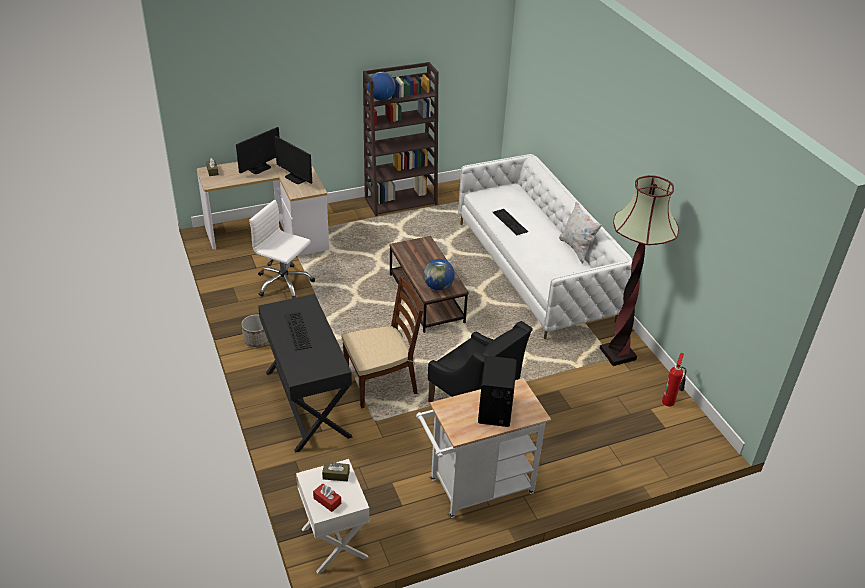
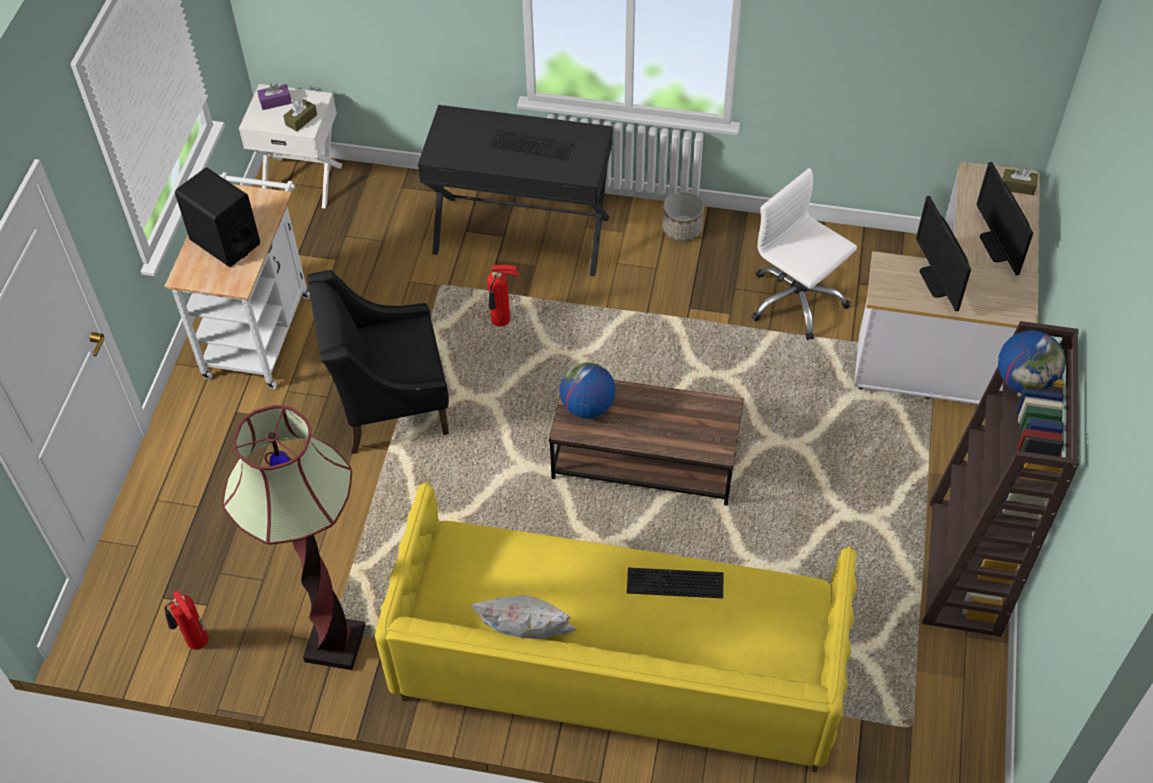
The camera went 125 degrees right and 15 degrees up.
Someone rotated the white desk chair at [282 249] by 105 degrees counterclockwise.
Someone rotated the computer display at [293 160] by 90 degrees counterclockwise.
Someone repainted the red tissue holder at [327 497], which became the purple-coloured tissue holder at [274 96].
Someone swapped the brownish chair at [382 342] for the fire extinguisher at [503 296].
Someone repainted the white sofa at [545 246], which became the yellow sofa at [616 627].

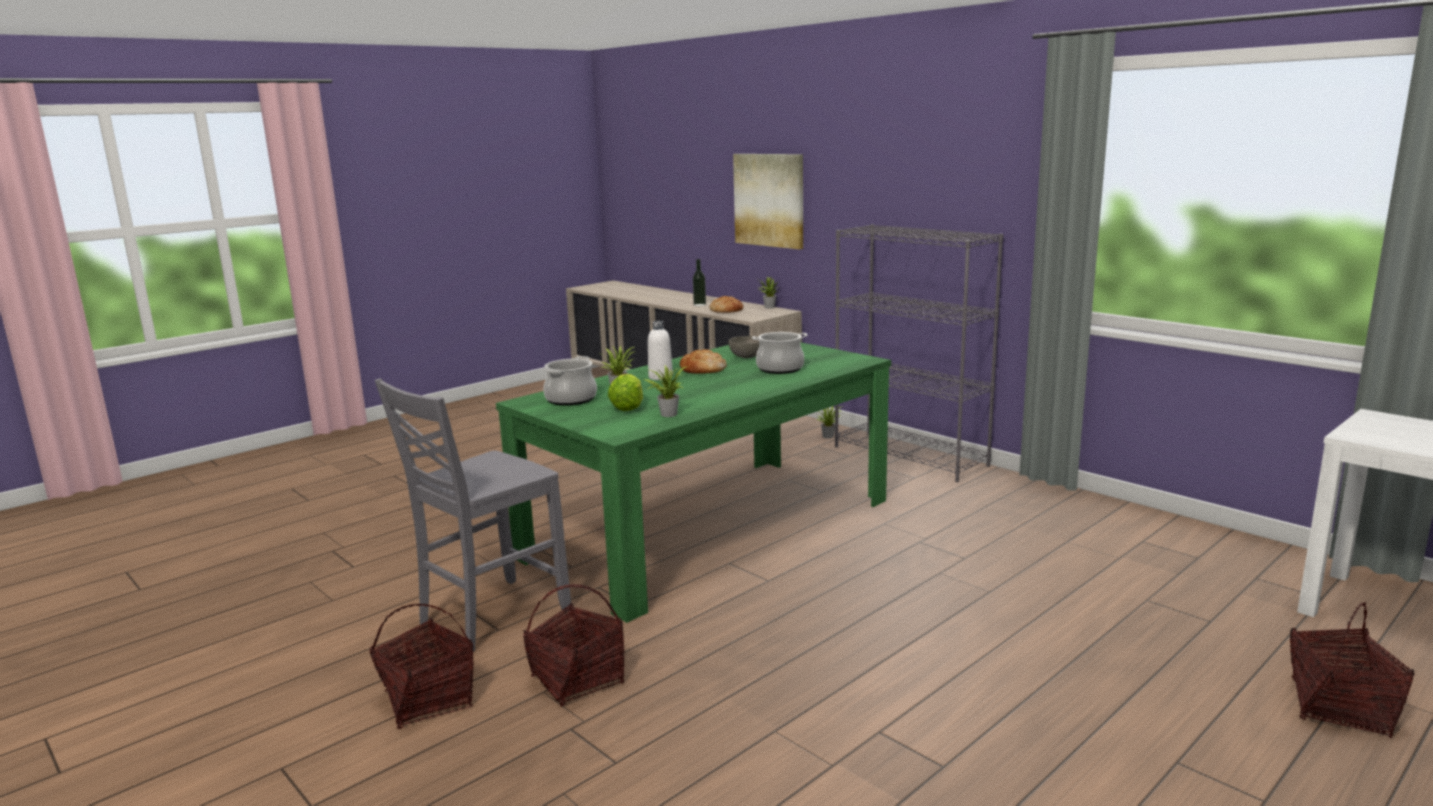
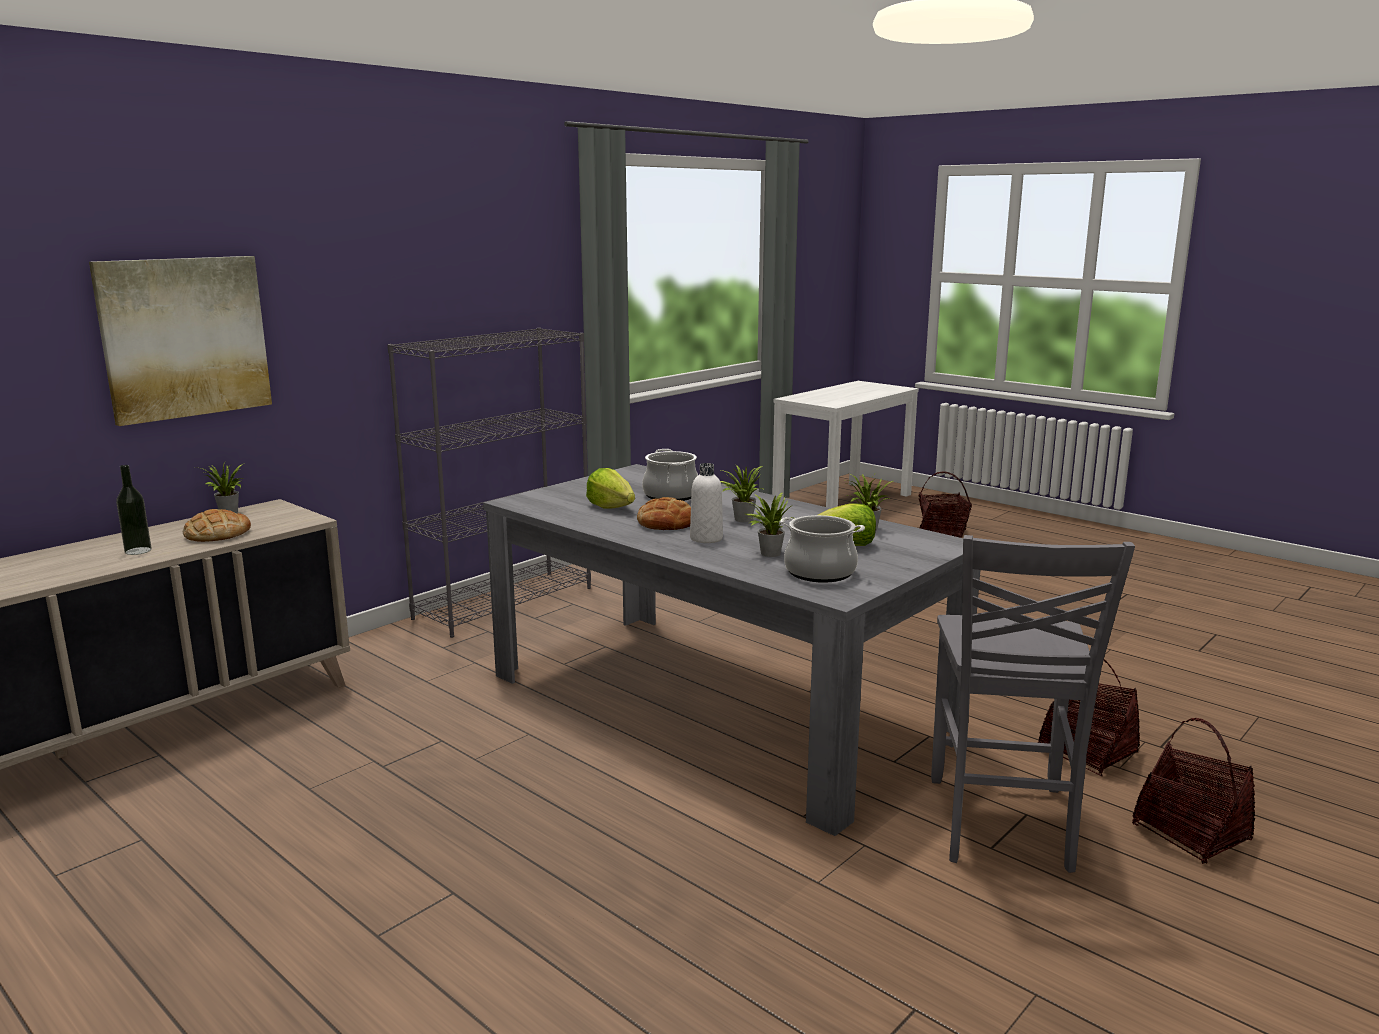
The camera went 95 degrees left and 0 degrees up.
Someone rotated the gray chair at [473 515] by 60 degrees clockwise.
Someone repainted the green-coloured dining table at [693 482], which became the gray dining table at [731 650].
Someone swapped the gray serving bowl at [744 347] for the lettuce at [610 488].
Someone carried the houseplant from [830 422] to [741 493].

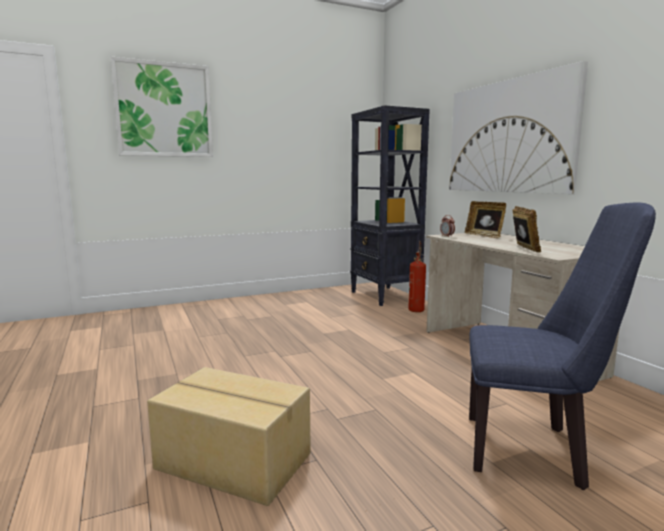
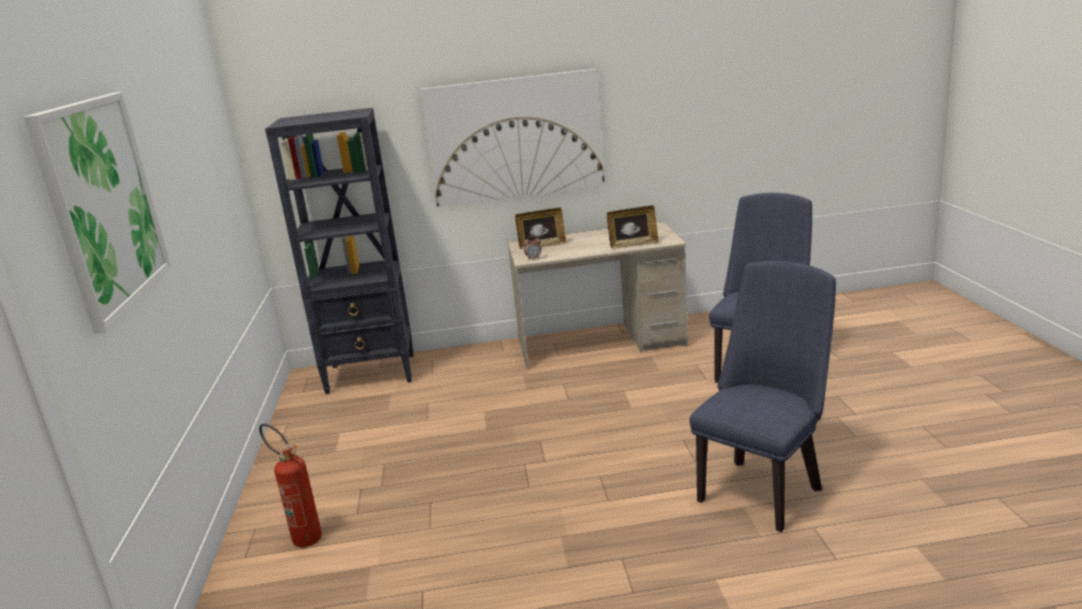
The camera went 70 degrees left and 10 degrees up.
Someone swapped the carton at [229 436] for the blue-coloured chair at [763 396].
Someone carried the fire extinguisher from [417 276] to [290 485].
Someone rotated the standing frame at [526 229] by 150 degrees clockwise.

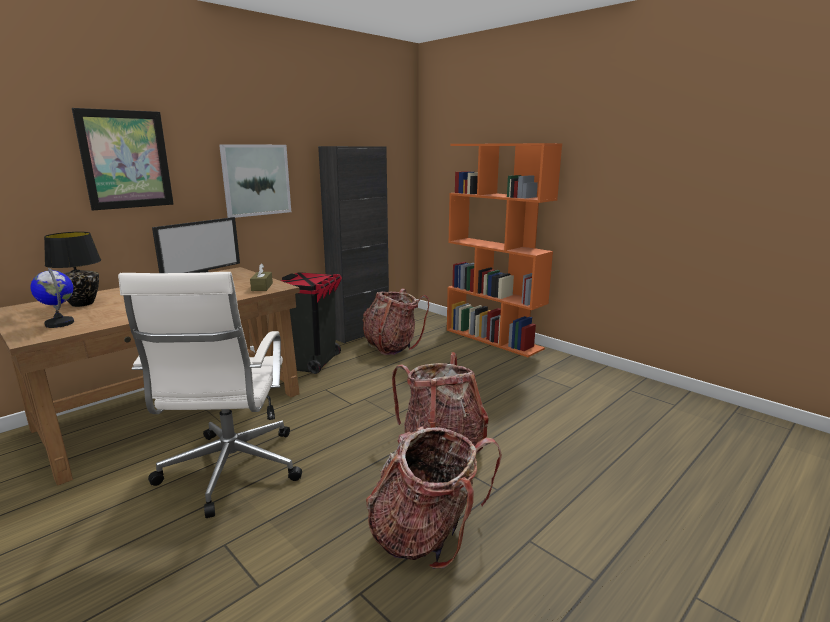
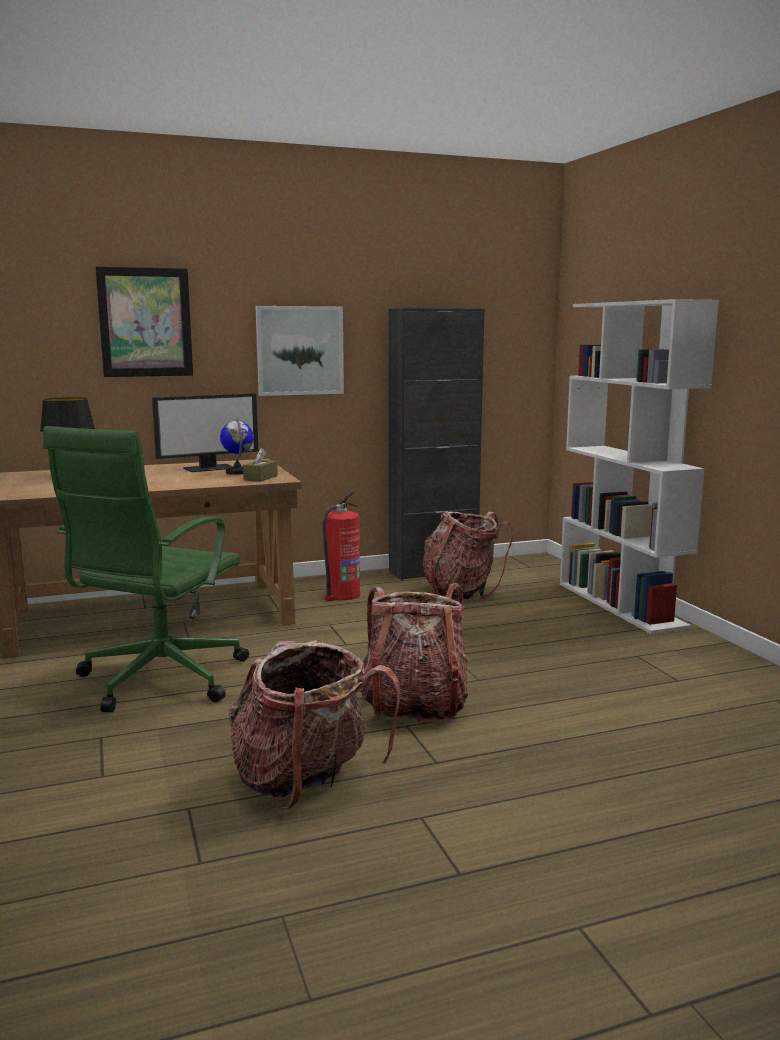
The camera went 25 degrees right and 5 degrees down.
Someone carried the globe from [52 298] to [237 446].
Someone repainted the white desk chair at [210 395], which became the green-coloured desk chair at [146 569].
Someone swapped the black waste bin at [311 323] for the fire extinguisher at [342 546].
Someone repainted the orange-coloured shelving unit at [504 250], which became the white shelving unit at [639 466].

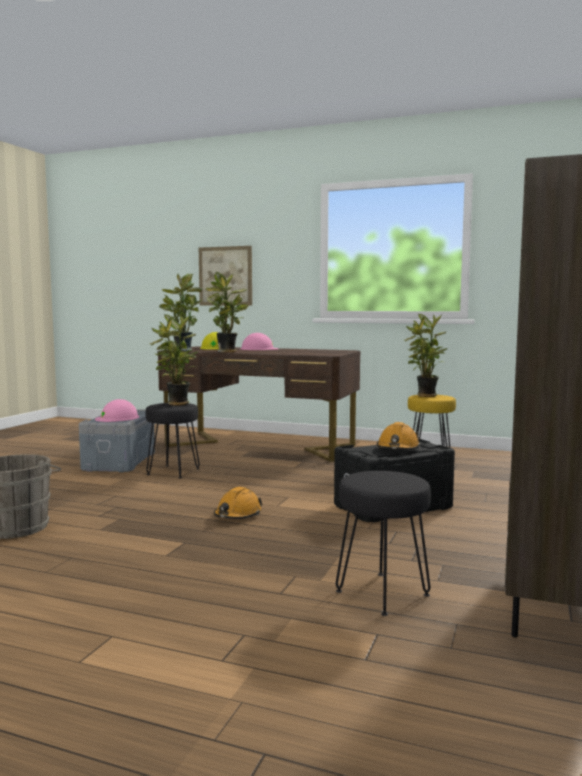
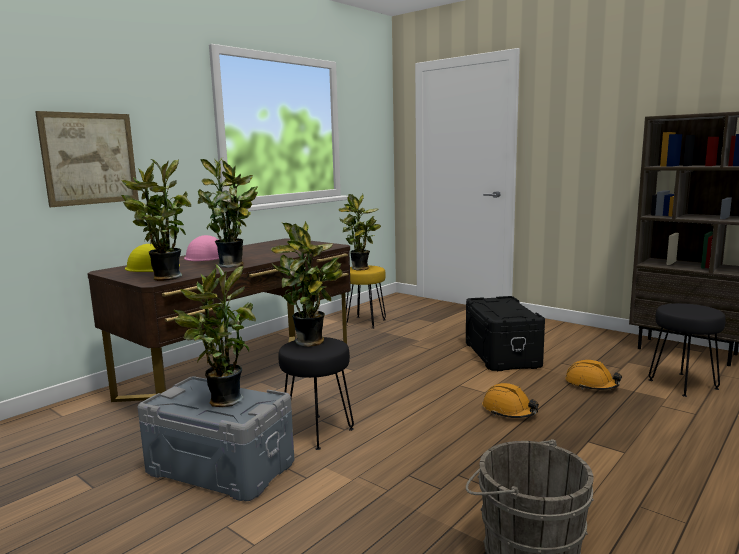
The camera went 70 degrees left and 5 degrees up.
Someone swapped the pinkish hard hat at [117 410] for the houseplant at [214 335].
Someone carried the orange-coloured hard hat from [398 436] to [593 375].

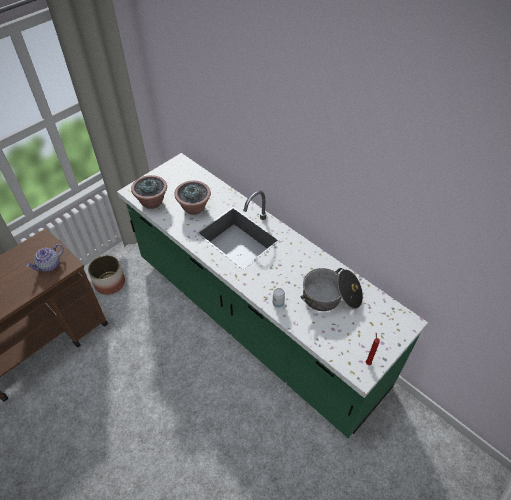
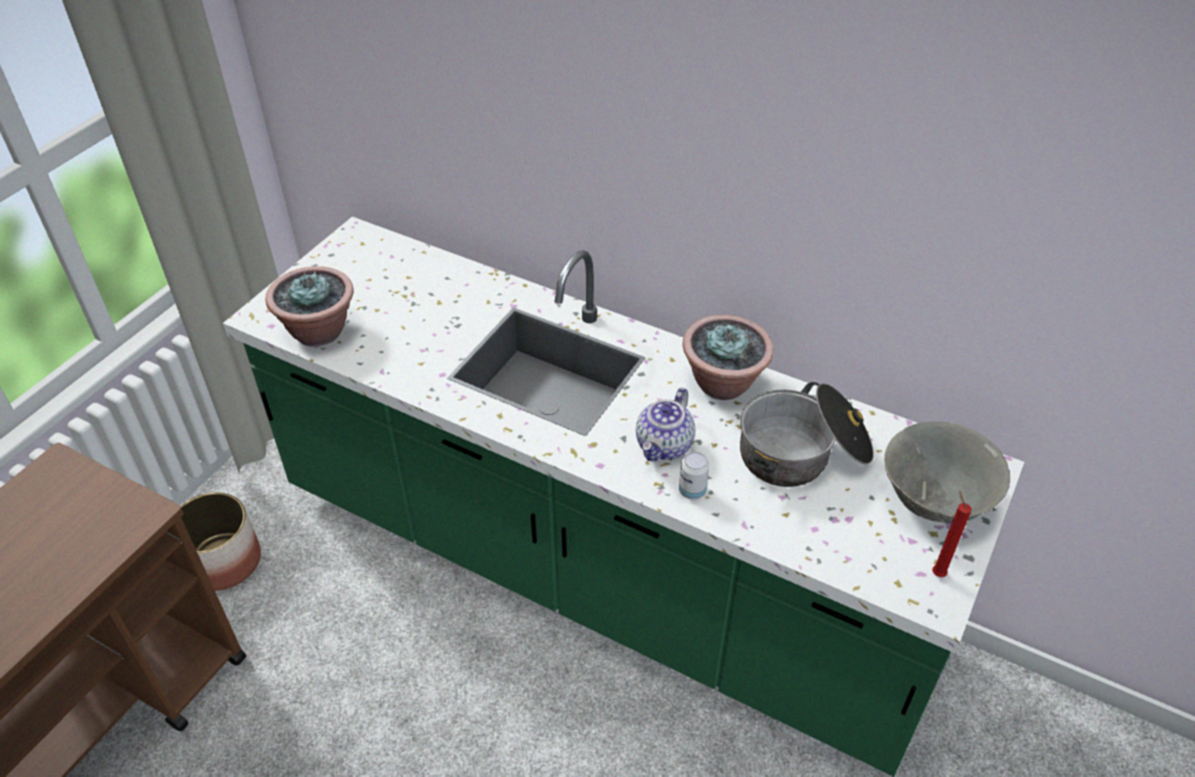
The camera went 15 degrees left and 5 degrees down.
Someone carried the teapot from [45 258] to [665 424].
Someone carried the houseplant from [192 198] to [727 357].
Someone put down the gray serving bowl at [947 472].

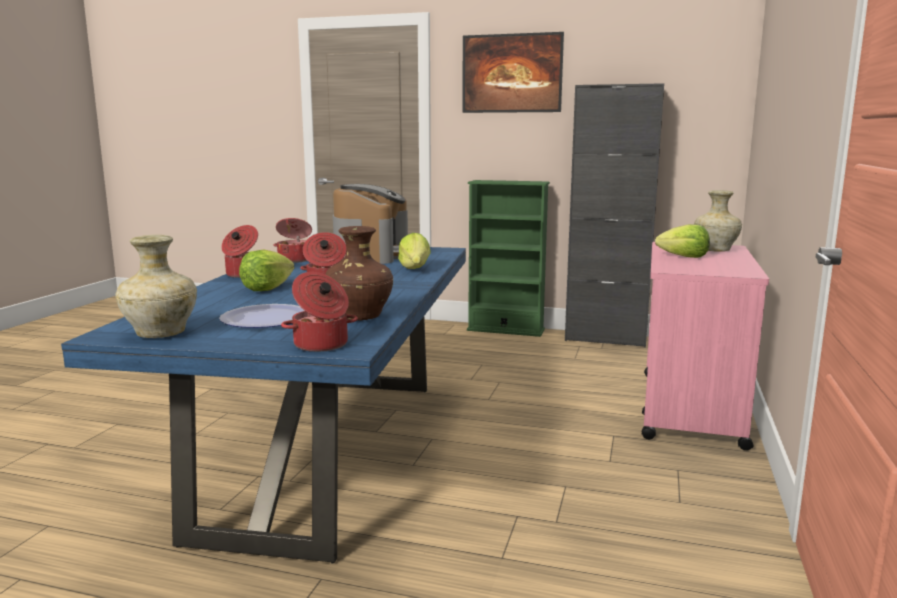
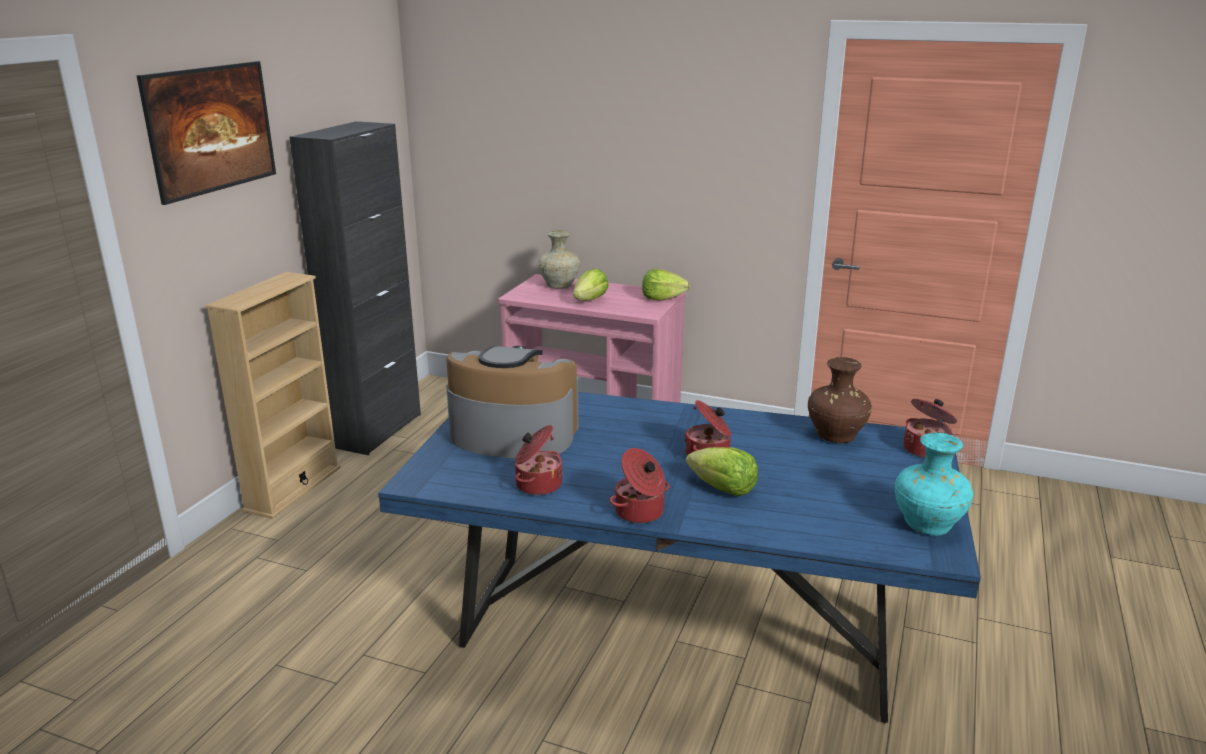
The camera went 85 degrees left and 10 degrees up.
Someone repainted the beige flower vase at [156 286], which became the turquoise-coloured flower vase at [934 483].
Someone took away the plate at [261 316].
Someone carried the lettuce from [414 251] to [666 285].
Someone repainted the green-coloured shelving unit at [508 258], which became the beige shelving unit at [273 395].

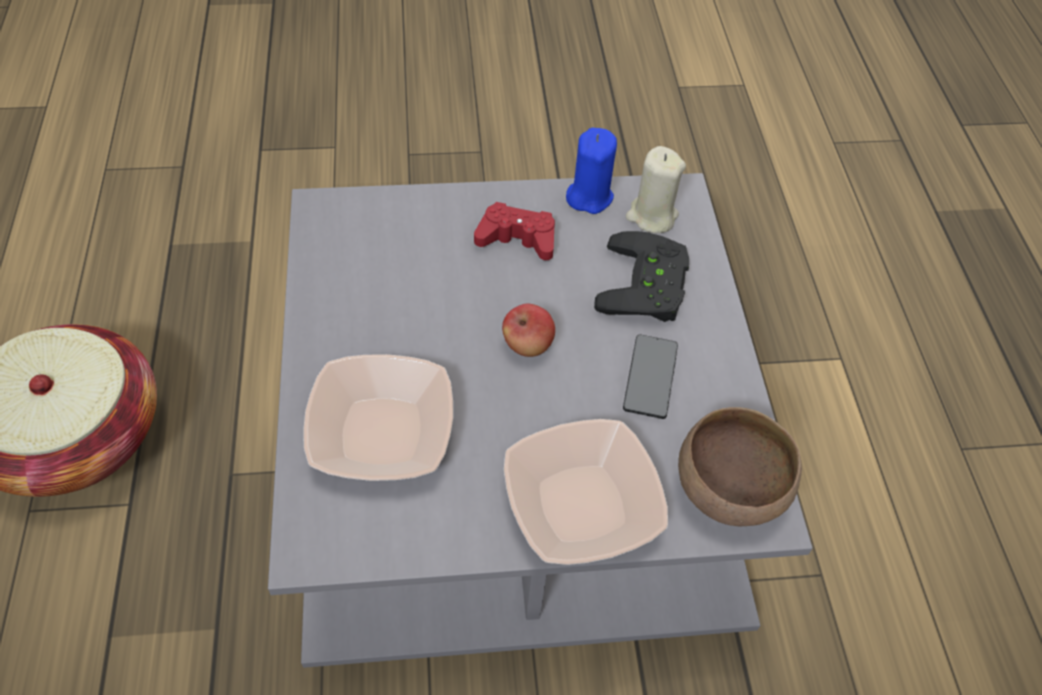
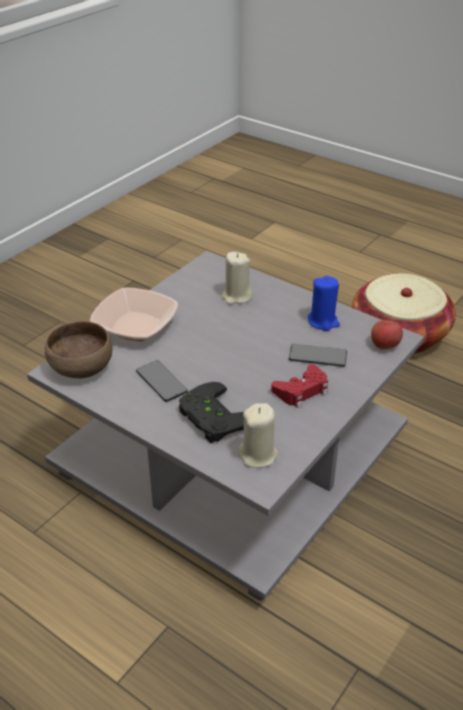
The camera went 135 degrees right and 15 degrees down.
Someone swapped the serving bowl at [378 417] for the beige candle at [237 278].
Someone carried the apple from [528 330] to [387 335].
Someone carried the blue-coloured candle from [591 171] to [324 303].
Someone put down the handset at [318 355].

